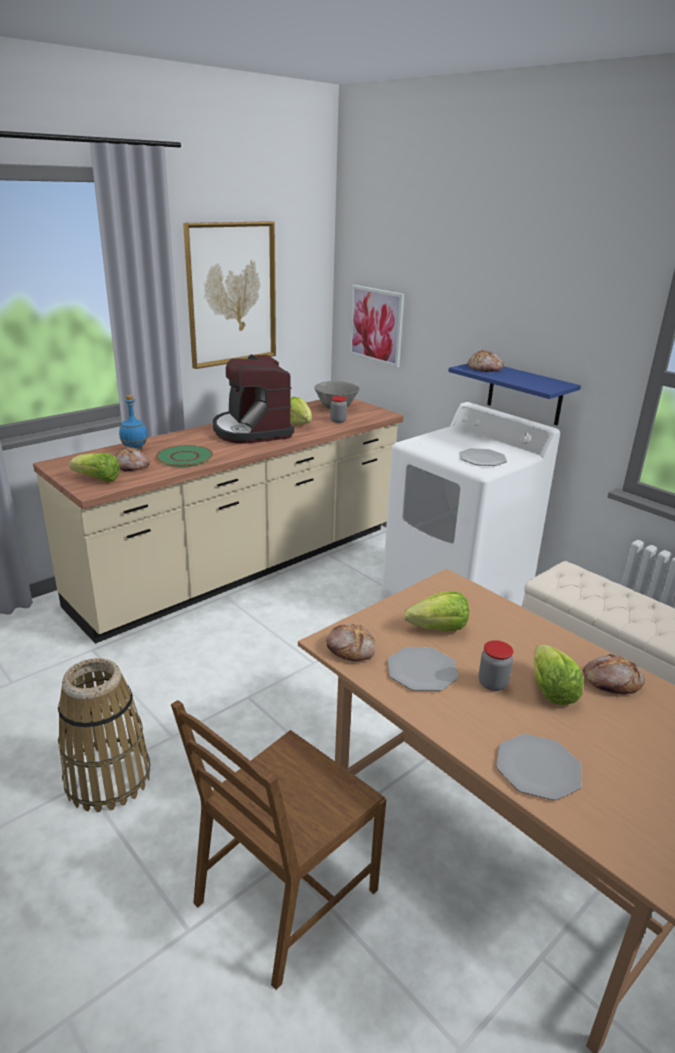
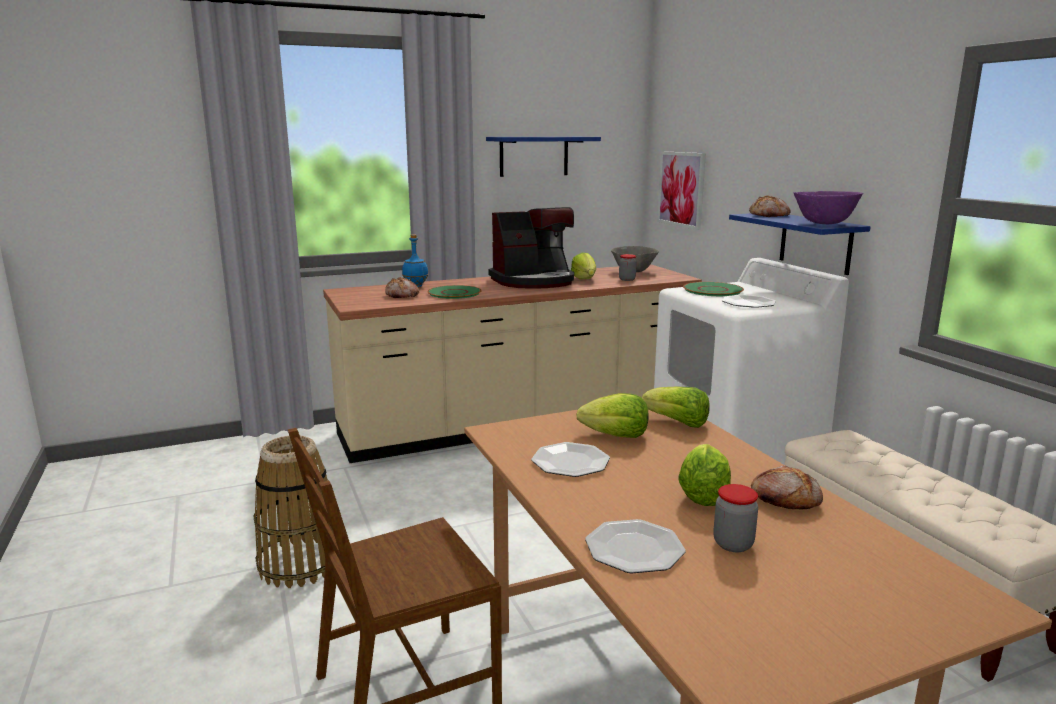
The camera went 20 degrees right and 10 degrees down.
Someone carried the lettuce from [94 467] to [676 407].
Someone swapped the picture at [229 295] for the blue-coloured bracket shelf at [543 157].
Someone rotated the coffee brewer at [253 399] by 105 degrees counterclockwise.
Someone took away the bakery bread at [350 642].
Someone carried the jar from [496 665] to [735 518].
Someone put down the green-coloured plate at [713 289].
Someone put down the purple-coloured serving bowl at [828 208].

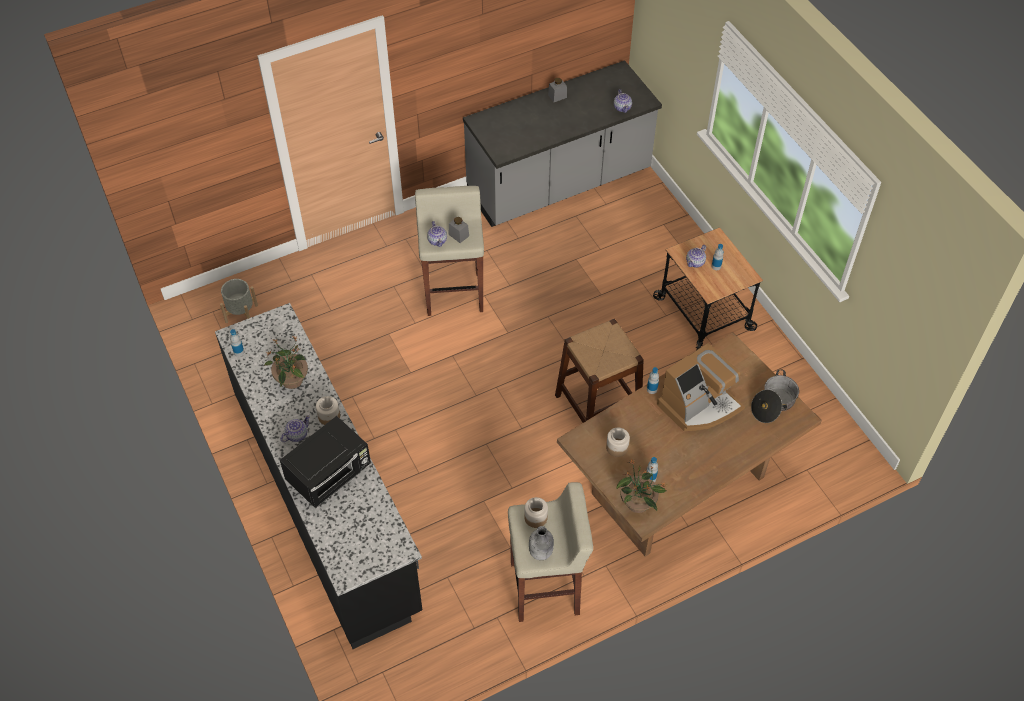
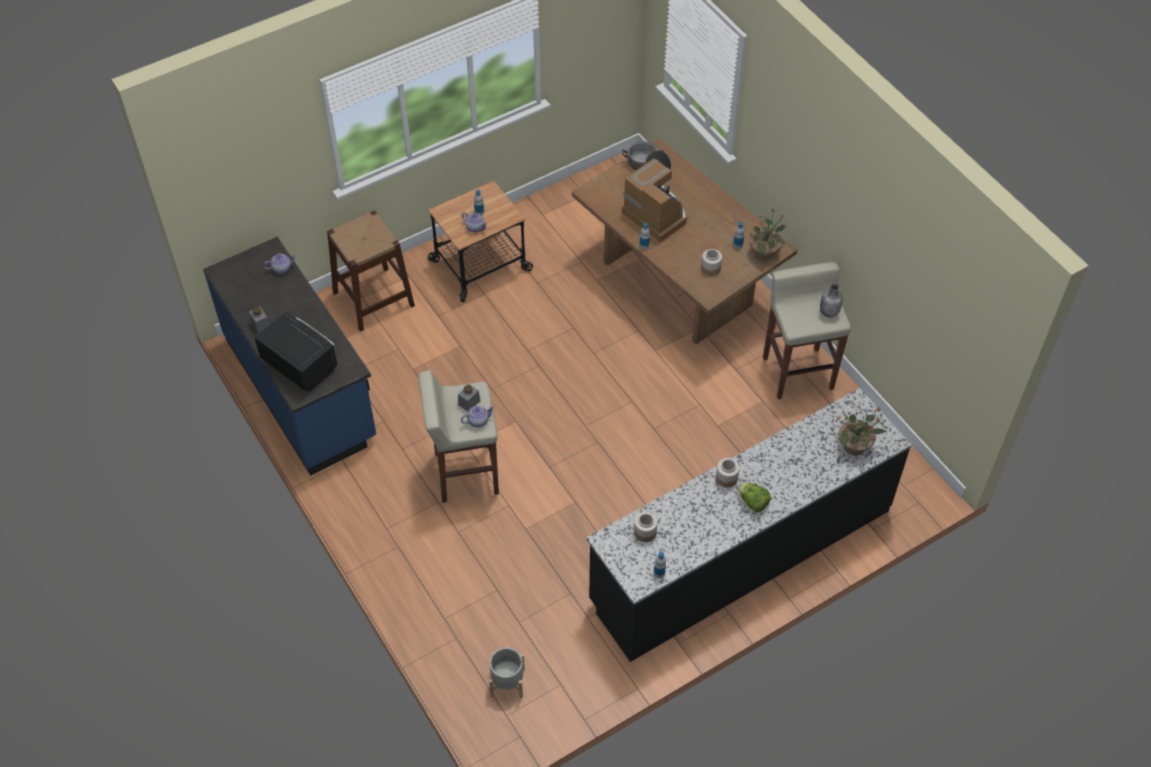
The camera went 95 degrees left and 0 degrees up.
Someone carried the houseplant from [286 362] to [861 430].
Someone swapped the teapot at [295 428] for the lettuce at [754 497].
Someone carried the black kitchen microwave from [325 462] to [296 352].
Someone repainted the gray counter at [562 143], which became the blue-coloured counter at [289 356].
Someone carried the jar from [536 512] to [646 527].
Someone carried the brownish stool from [599 371] to [371 271].

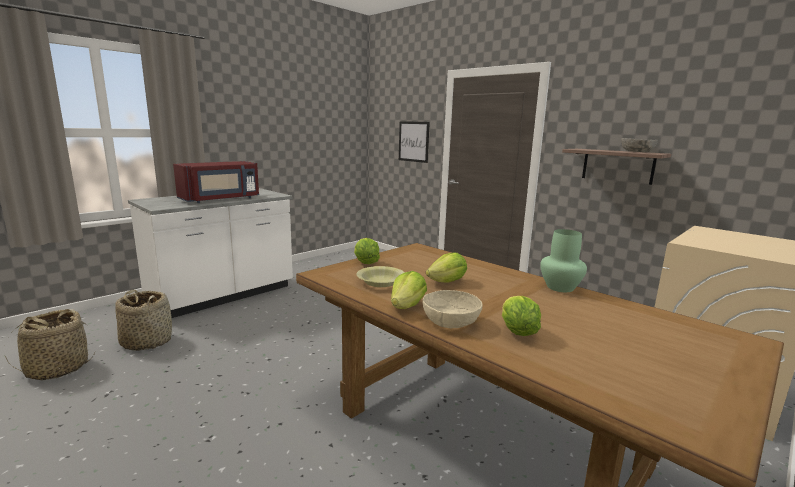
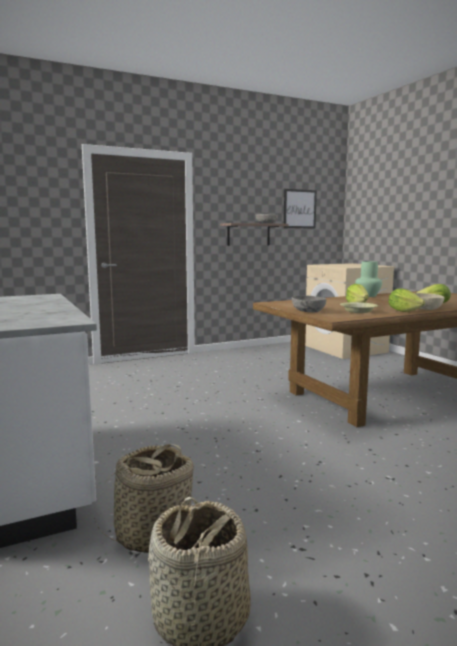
The camera went 70 degrees left and 5 degrees down.
Someone took away the red kitchen microwave at [216 182].
Someone swapped the lettuce at [367 251] for the gray serving bowl at [309 304].
Someone carried the picture from [414 142] to [300 209].

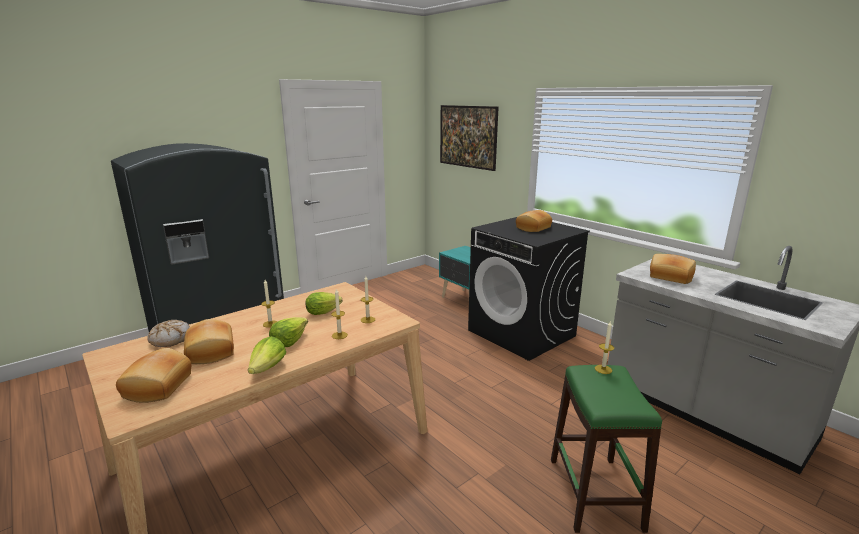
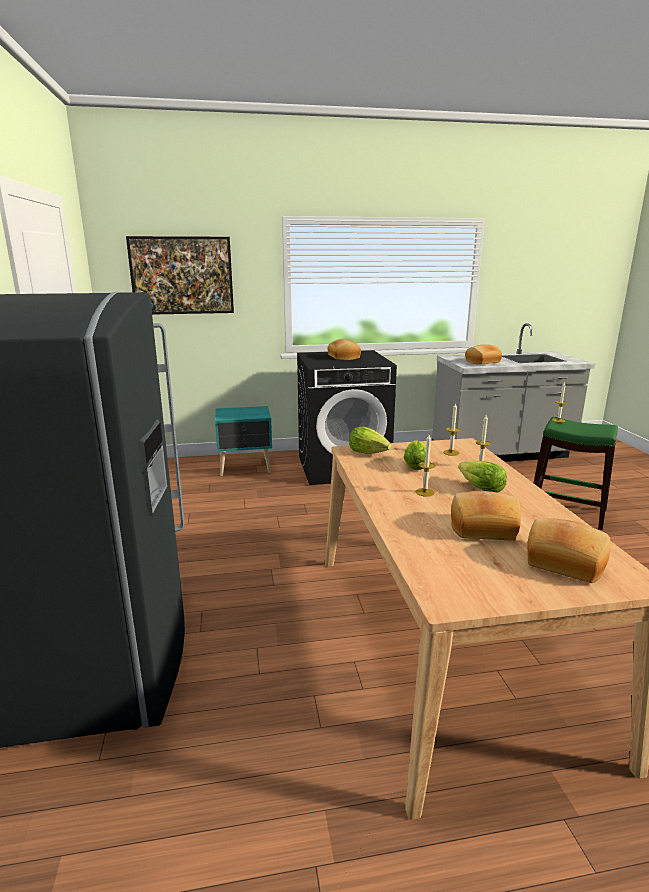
The camera went 60 degrees left and 0 degrees up.
Someone took away the bakery bread at [168 333].
Someone carried the lettuce from [267 355] to [370 440].

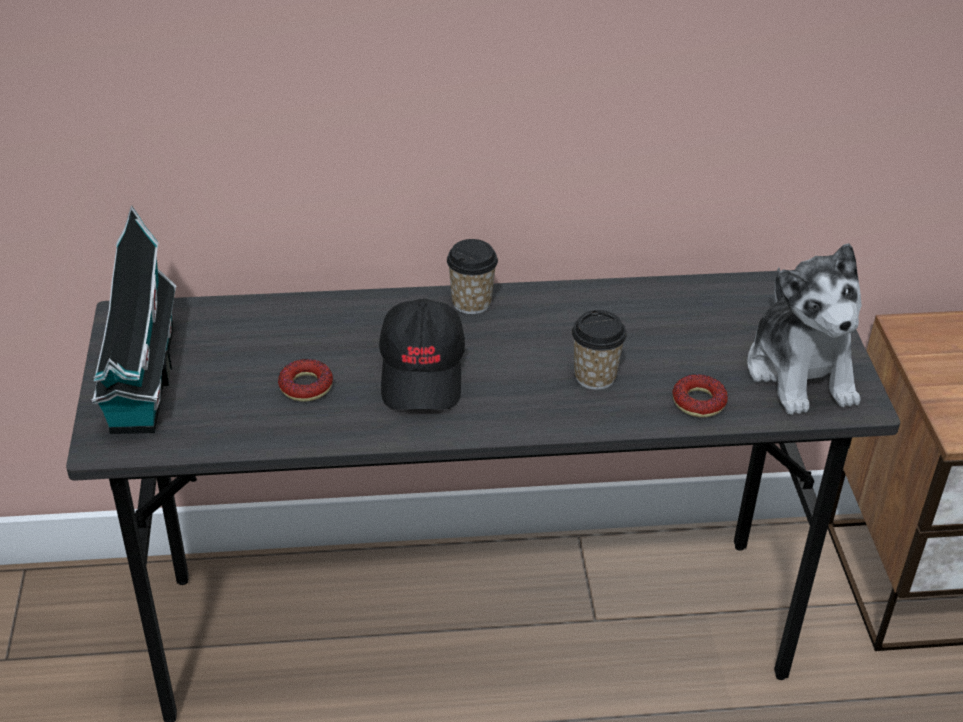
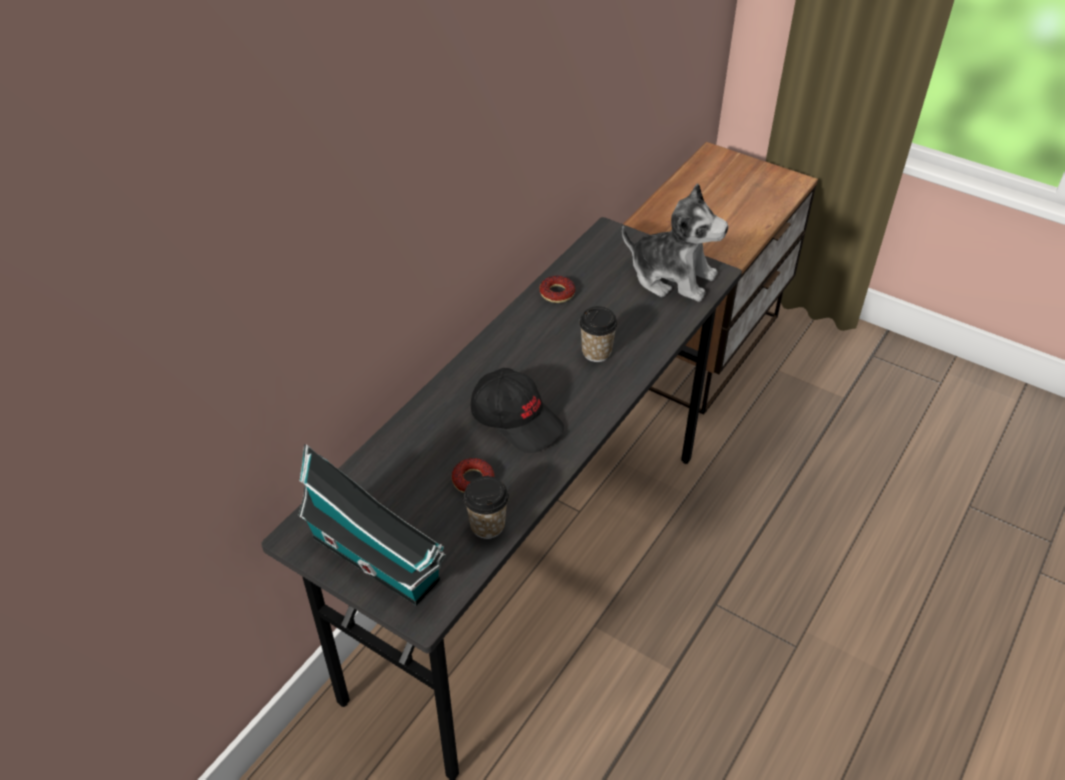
The camera went 50 degrees left and 5 degrees up.
Someone carried the small cup from [472 276] to [486 507].
Someone carried the donut from [700 395] to [557 289].

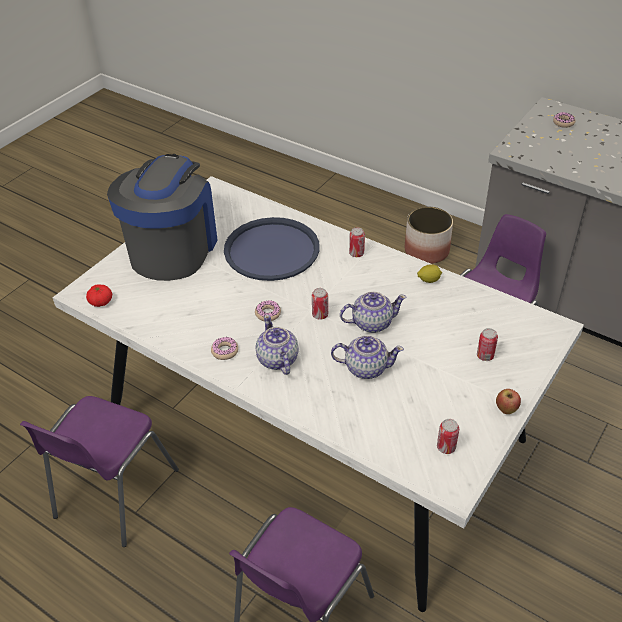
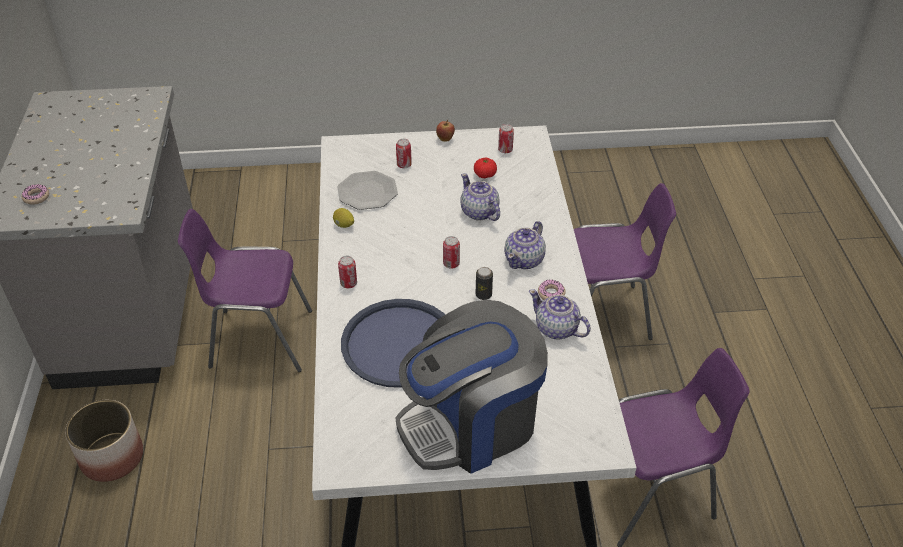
The camera went 130 degrees left and 0 degrees up.
Someone carried the tomato from [99 295] to [485 168].
Someone swapped the donut at [268 310] for the metal can at [484 283].
Someone carried the teapot from [373 312] to [560 314].
Someone put down the plate at [367 190].

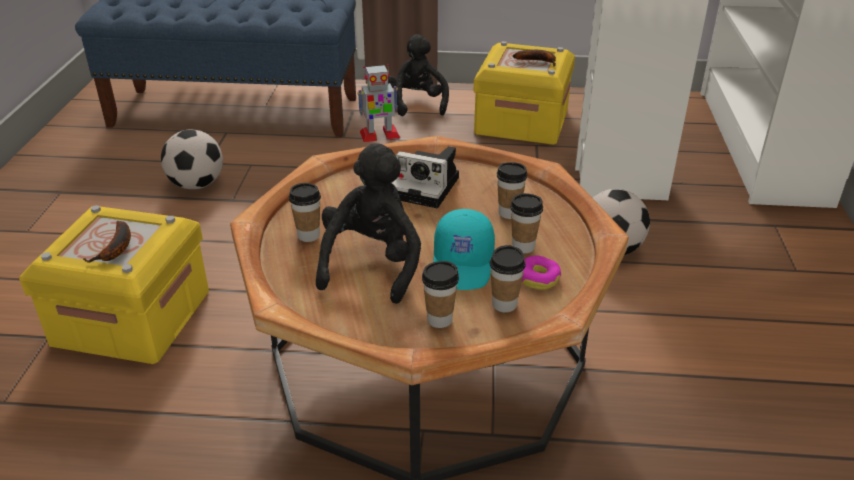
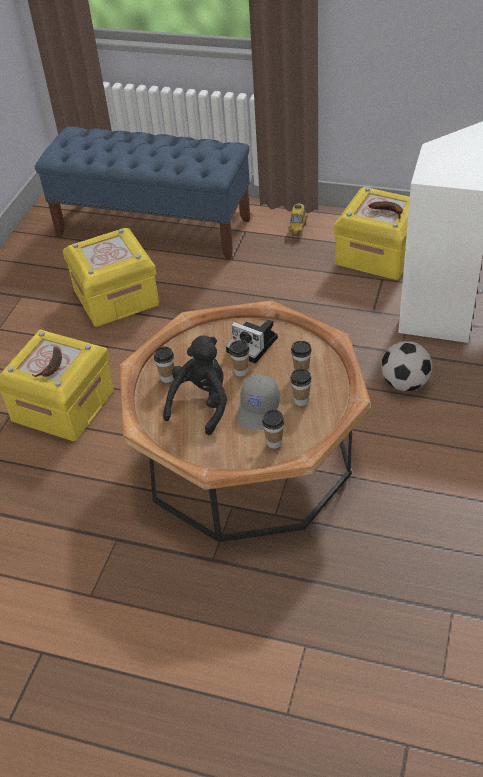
The camera went 15 degrees right and 10 degrees up.
Someone swapped the ball for football at [192 159] for the yellow storage box at [111 277].
Someone took away the model robot at [378 103].
Someone swapped the black cuddly toy at [418 75] for the toy car at [299 220].
Someone carried the small cup from [440 294] to [239 358].
Someone repainted the turquoise-coloured baseball cap at [464 249], which became the gray baseball cap at [258 402].
Someone took away the donut at [541 272].

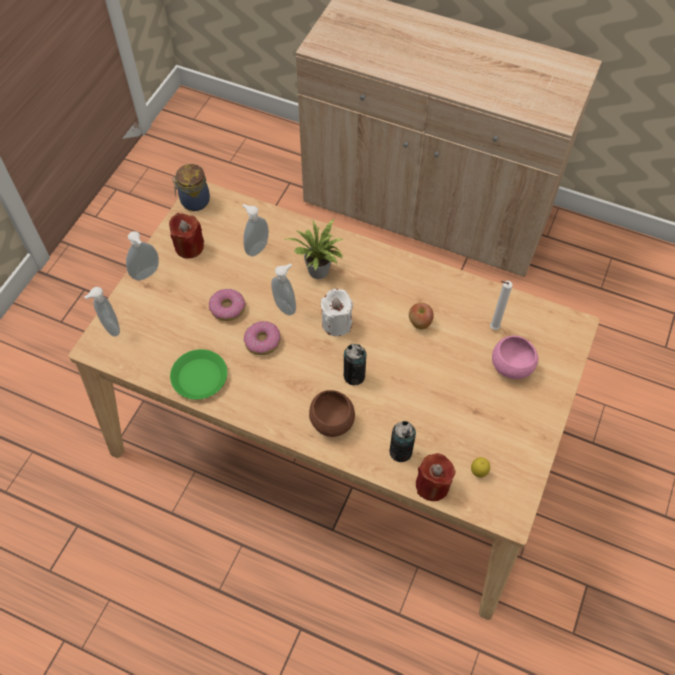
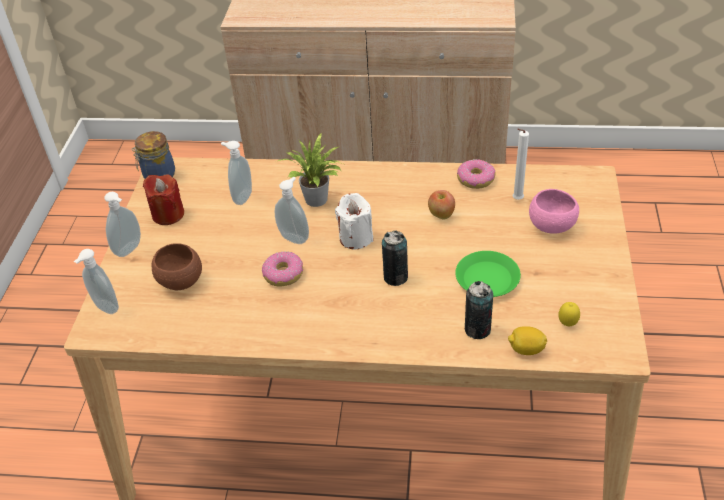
The camera went 15 degrees left and 15 degrees down.
Someone carried the green-coloured plate from [198 374] to [488 274].
Someone carried the donut from [227 305] to [476 174].
Someone carried the brownish serving bowl from [332 413] to [177 266].
Someone swapped the red candle at [435 477] for the whole lemon at [527 340].

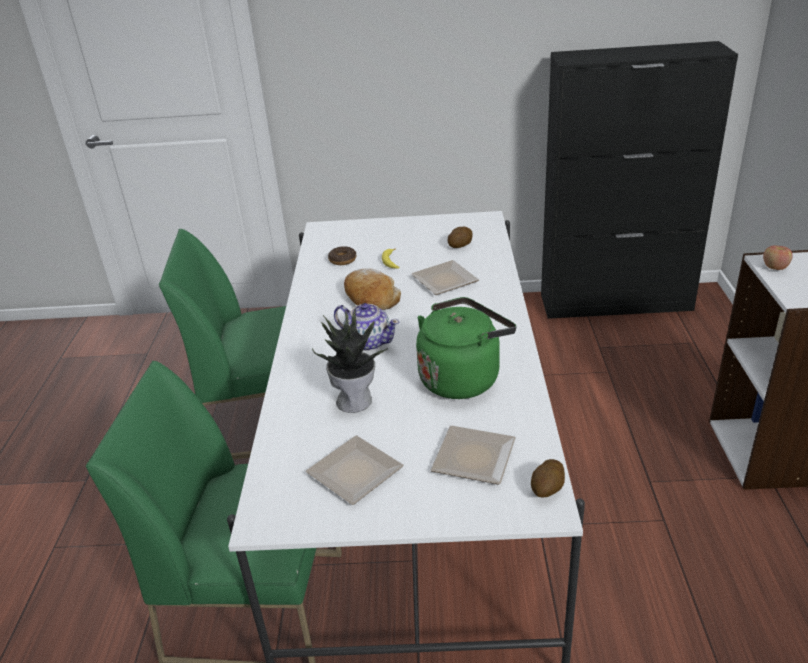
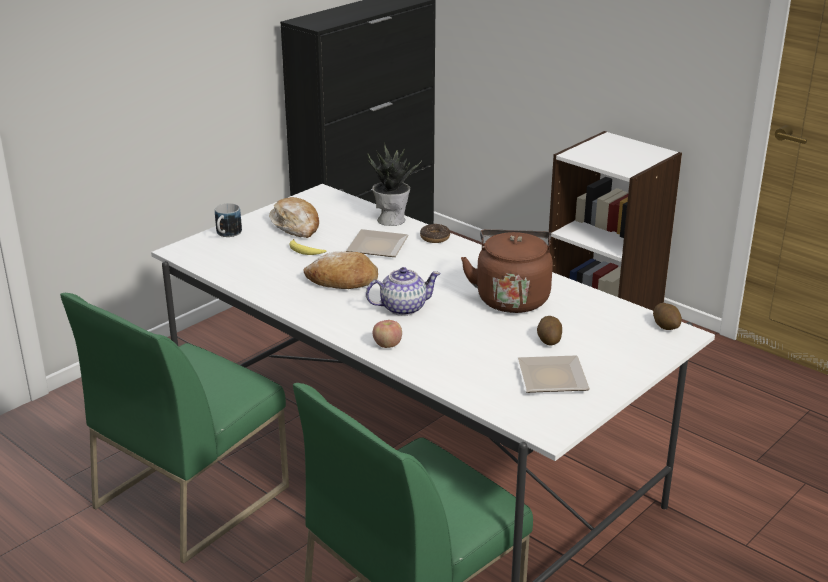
The camera went 50 degrees left and 5 degrees down.
Someone carried the houseplant from [350 361] to [395 186].
Someone carried the donut from [342 255] to [435 233].
Someone repainted the green-coloured tea kettle at [466 348], which became the brownish tea kettle at [507 271].
Someone took away the plate at [473 455].
Someone carried the spud from [460 237] to [549 330].
Someone carried the apple from [778 257] to [387 334].
Someone put down the mug at [228 220].
Someone put down the bakery bread at [294 217].

